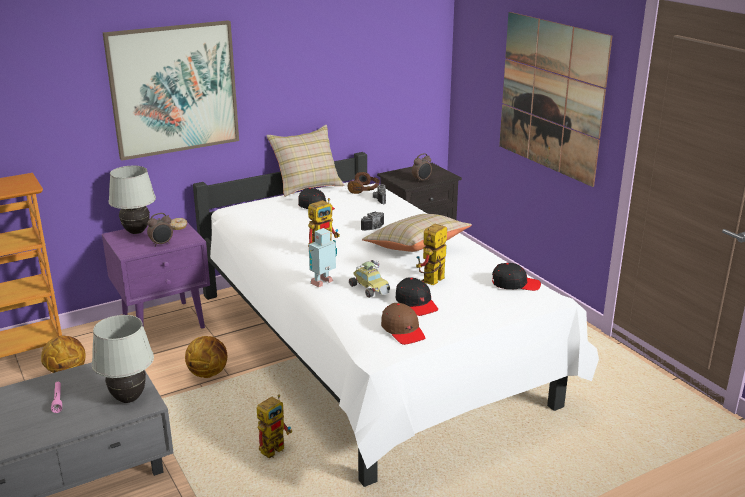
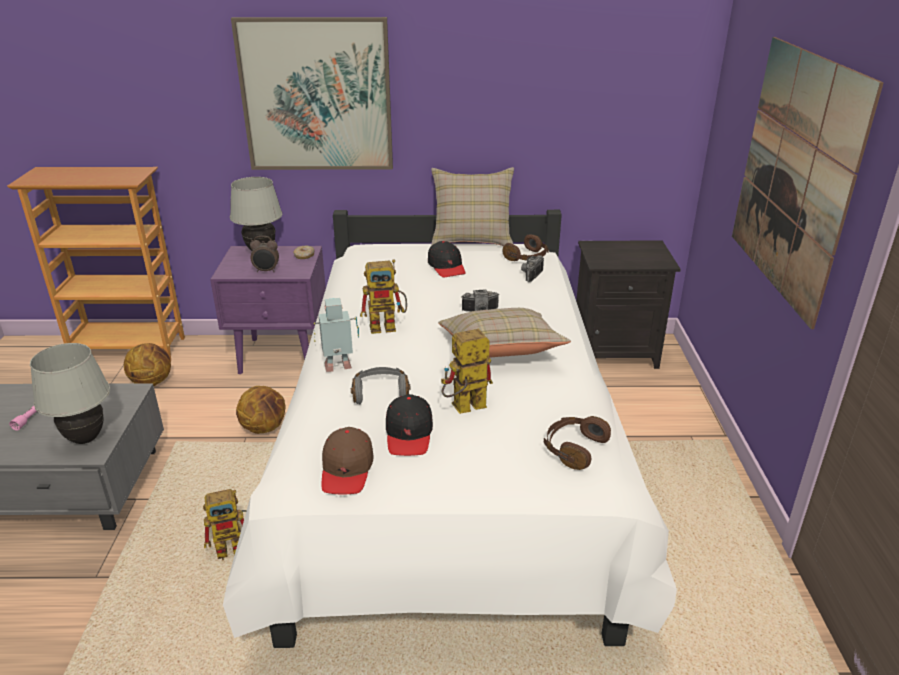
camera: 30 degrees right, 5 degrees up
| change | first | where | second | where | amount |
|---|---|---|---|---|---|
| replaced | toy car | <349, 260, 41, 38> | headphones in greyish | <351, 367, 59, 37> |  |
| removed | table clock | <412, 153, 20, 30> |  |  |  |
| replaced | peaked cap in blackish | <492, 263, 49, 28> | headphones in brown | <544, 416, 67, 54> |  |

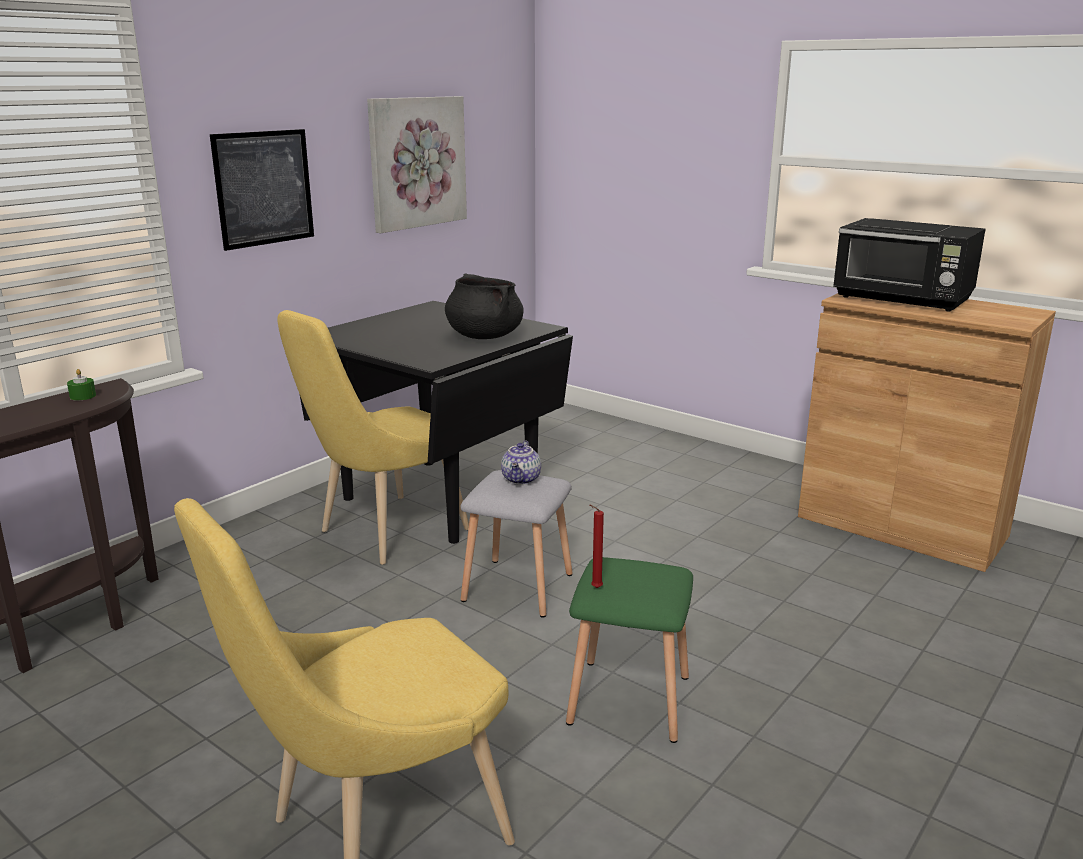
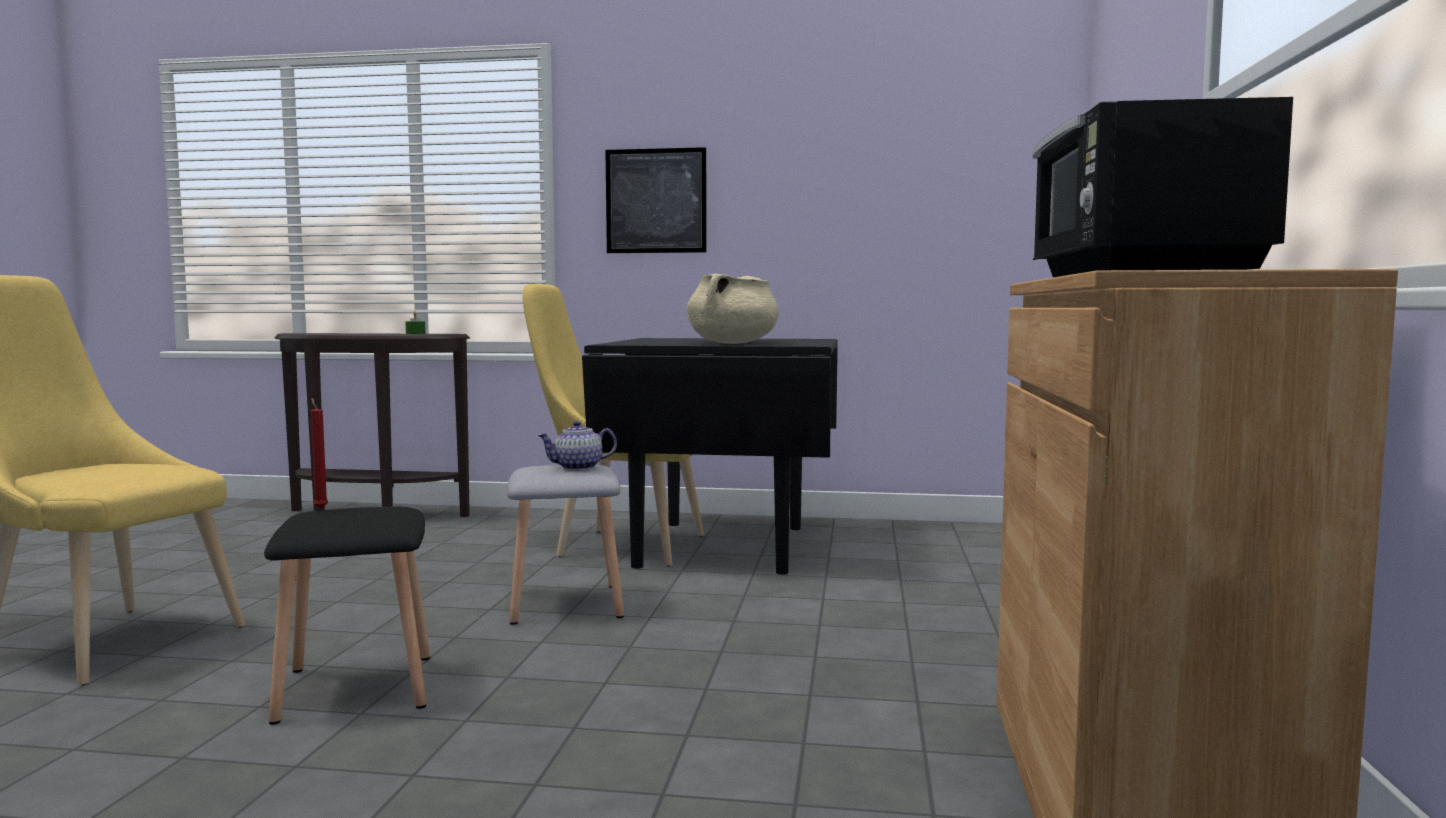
camera: 60 degrees right, 15 degrees down
| change | first | where | second | where | amount |
|---|---|---|---|---|---|
| removed | wall picture | <367, 96, 100, 137> |  |  |  |
| recoloured | cooking pot in blackish | <445, 273, 79, 66> | cooking pot in beige | <687, 274, 92, 70> |  |
| recoloured | sitting stool in green-coloured | <566, 557, 127, 186> | sitting stool in blackish | <264, 507, 166, 218> |  |

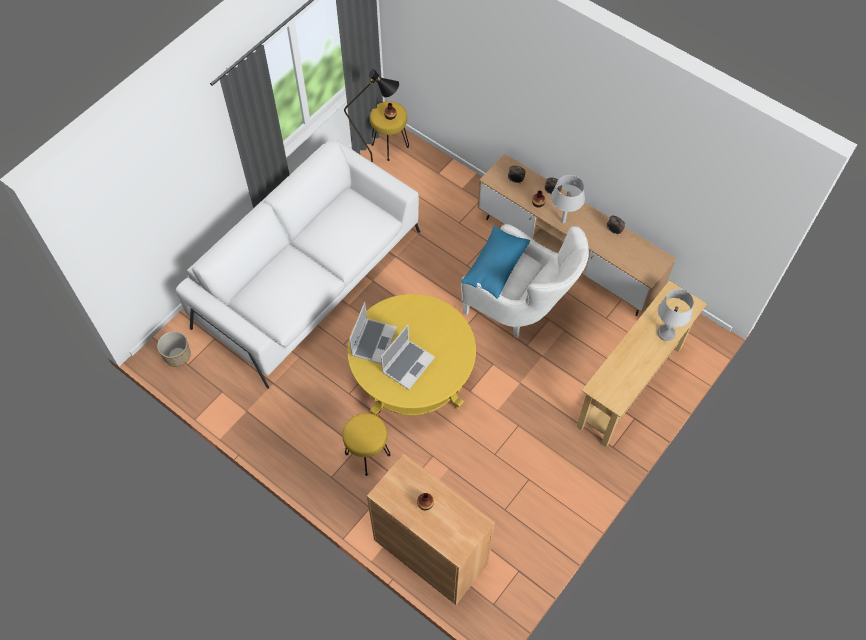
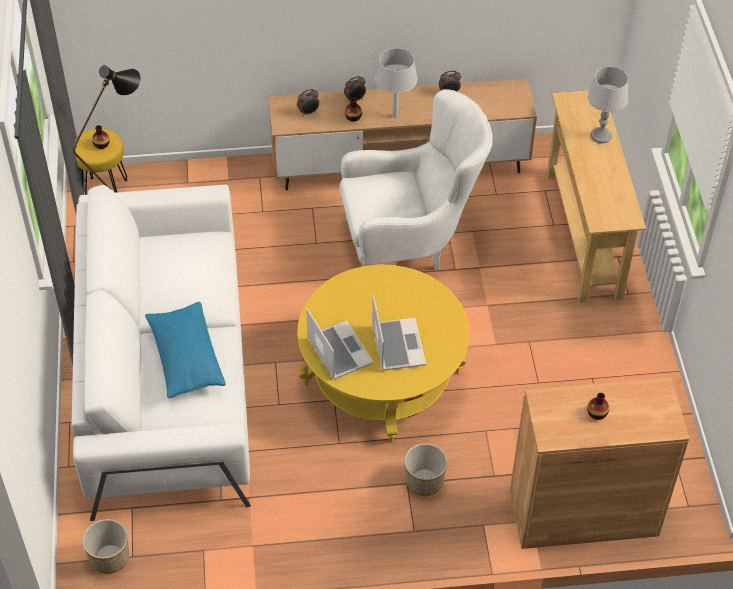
camera: 45 degrees left, 10 degrees down
| change | first | where | second | where | amount |
|---|---|---|---|---|---|
| replaced | sitting stool in yellowish | <342, 413, 48, 63> | plant pot | <404, 443, 44, 53> |  |
| moved | pillow in blue | <461, 225, 69, 74> |  | <145, 302, 81, 96> |  |

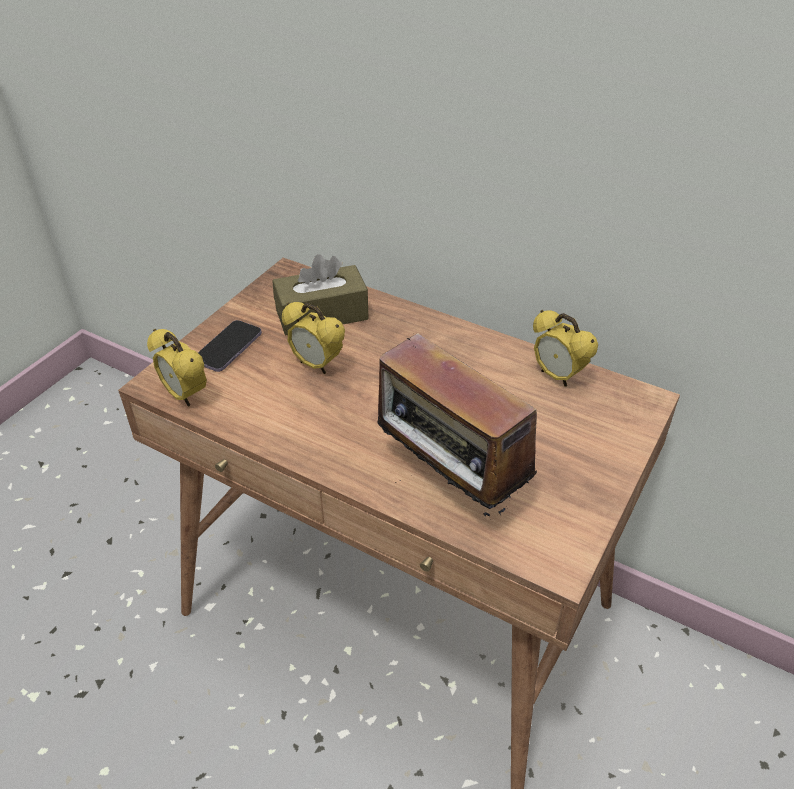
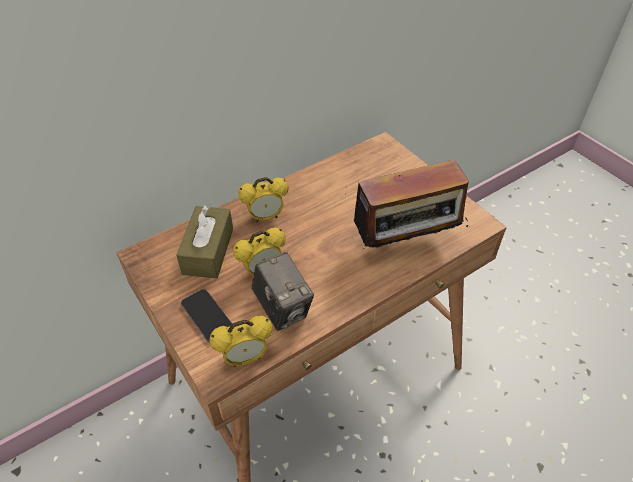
camera: 65 degrees left, 5 degrees up
| change | first | where | second | where | amount |
|---|---|---|---|---|---|
| moved | table clock | <533, 310, 65, 77> |  | <238, 177, 51, 45> |  |
| added |  |  | still camera | <252, 252, 62, 79> |  |

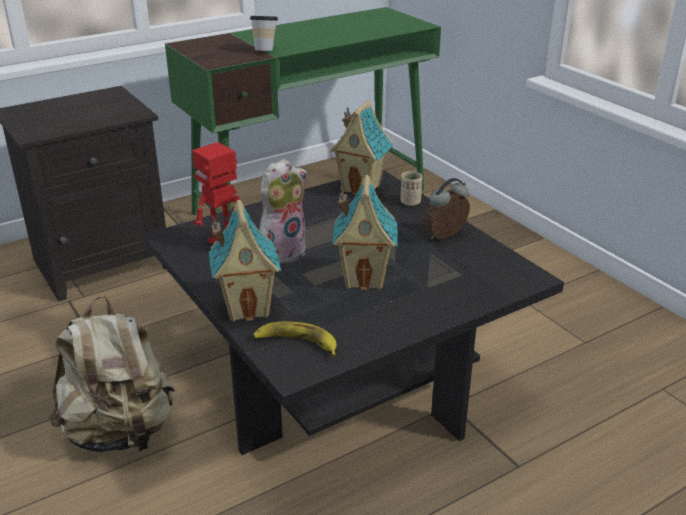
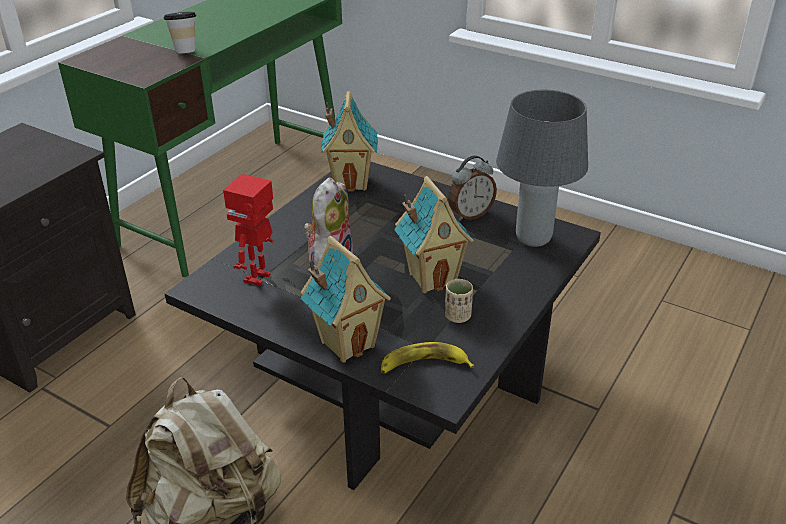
camera: 25 degrees left, 5 degrees up
| change | first | where | second | where | amount |
|---|---|---|---|---|---|
| moved | small cup in beige | <400, 171, 22, 35> |  | <445, 279, 28, 44> |  |
| turned | table clock | <423, 178, 47, 62> |  | <448, 156, 49, 65> | 150 degrees counterclockwise |
| added |  |  | lamp for a table in greyish | <496, 90, 92, 157> |  |

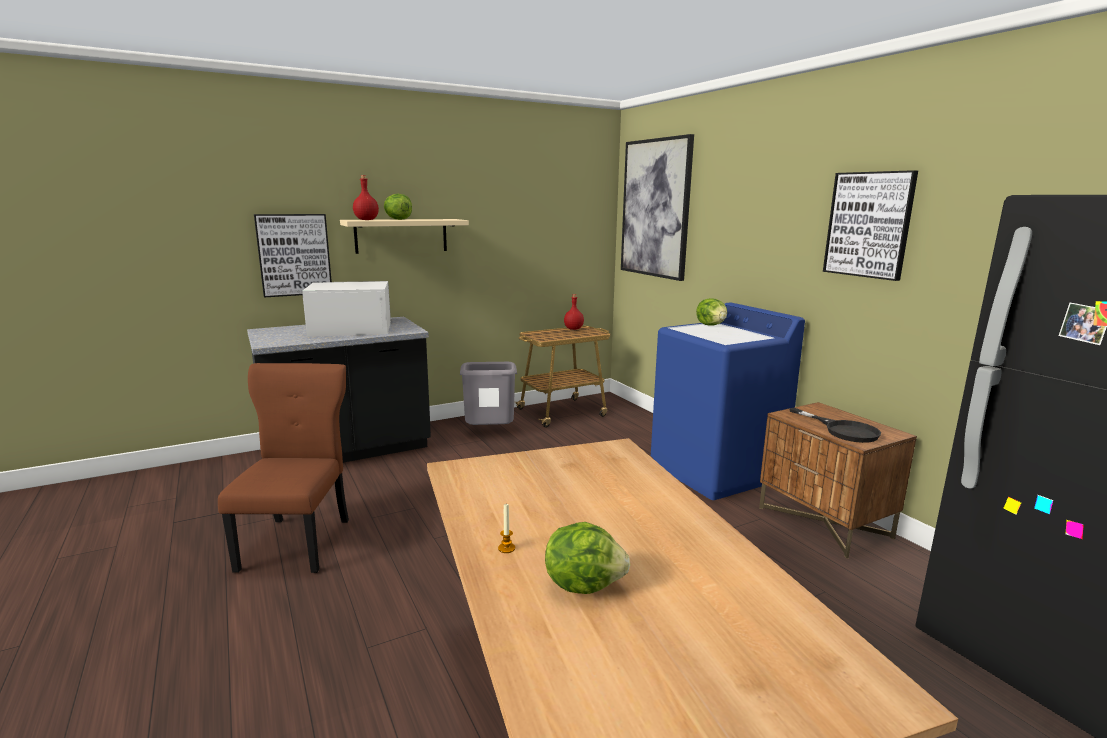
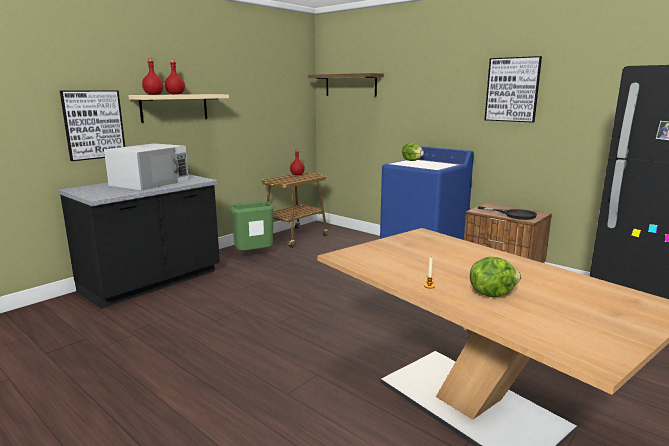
camera: 20 degrees left, 0 degrees up
| change | first | where | second | where | amount |
|---|---|---|---|---|---|
| removed | upright chair in brown | <218, 363, 131, 210> |  |  |  |
| turned | kitchen microwave in white-coloured | <302, 281, 89, 56> |  | <104, 143, 85, 47> | 150 degrees clockwise |
| replaced | lettuce | <384, 194, 28, 26> | bottle in reddish | <165, 60, 20, 35> |  |
| recoloured | waste bin in greyish | <460, 362, 57, 63> | waste bin in green-coloured | <229, 201, 46, 50> |  |
| replaced | wall picture | <621, 134, 73, 147> | wall shelf | <308, 73, 76, 24> |  |

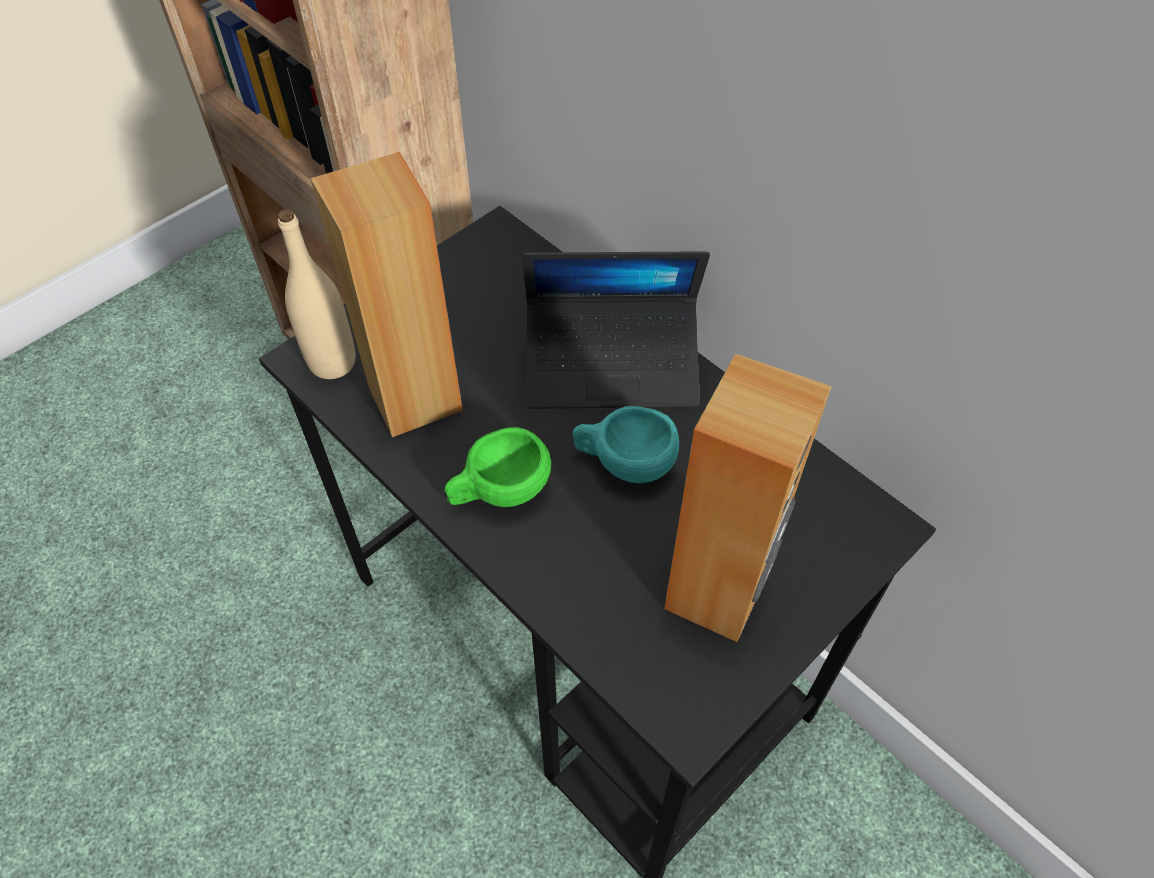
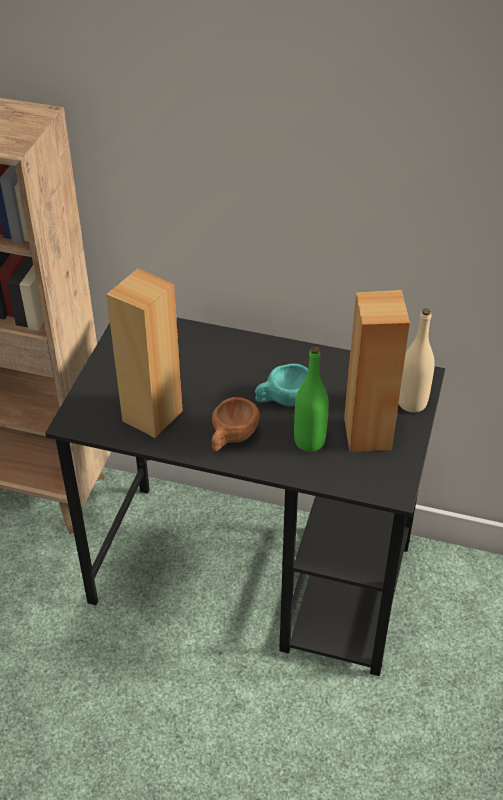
camera: 30 degrees left, 10 degrees down
| change | first | where | second | where | amount |
|---|---|---|---|---|---|
| moved | bottle in beige | <278, 209, 78, 170> |  | <399, 308, 36, 105> |  |
| recoloured | small cup in green-coloured | <444, 427, 107, 80> | small cup in brown | <212, 397, 48, 54> |  |
| removed | portable computer | <522, 251, 188, 158> |  |  |  |
| added |  |  | bottle in green-coloured | <294, 346, 35, 106> |  |

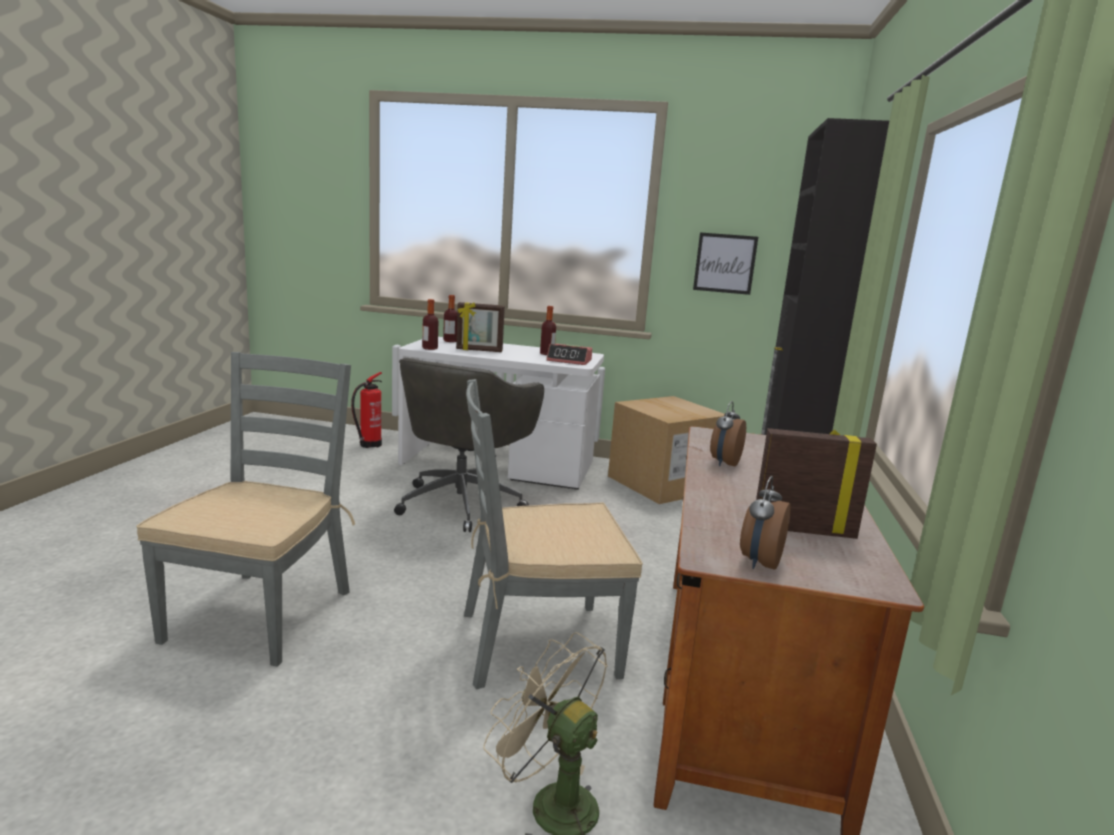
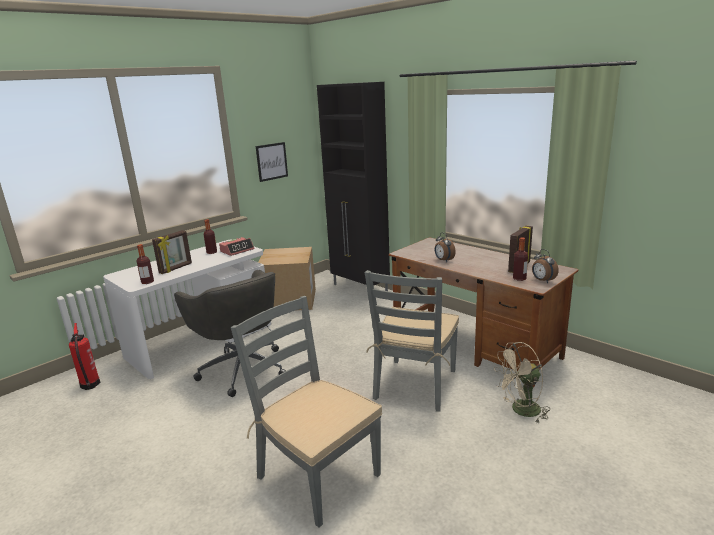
camera: 55 degrees left, 5 degrees up
| change | first | where | second | where | amount |
|---|---|---|---|---|---|
| moved | bottle | <443, 295, 14, 47> |  | <513, 237, 15, 44> |  |

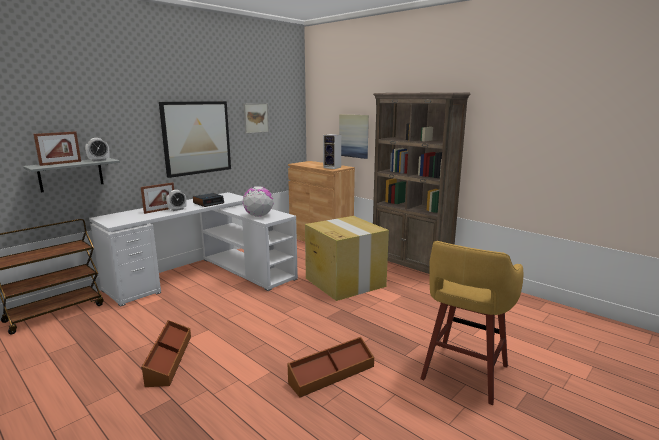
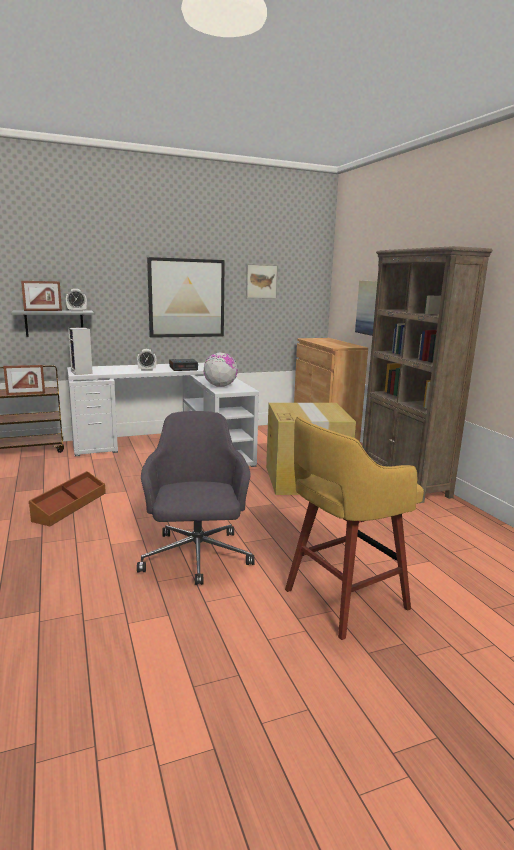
camera: 25 degrees right, 0 degrees up
| change | first | where | second | where | amount |
|---|---|---|---|---|---|
| moved | photo frame | <141, 183, 33, 31> |  | <3, 365, 42, 30> |  |
| replaced | storage container in brown | <287, 337, 87, 60> | desk chair in greyish | <137, 411, 118, 174> |  |
| moved | speaker | <323, 134, 18, 35> |  | <68, 327, 25, 48> |  |

